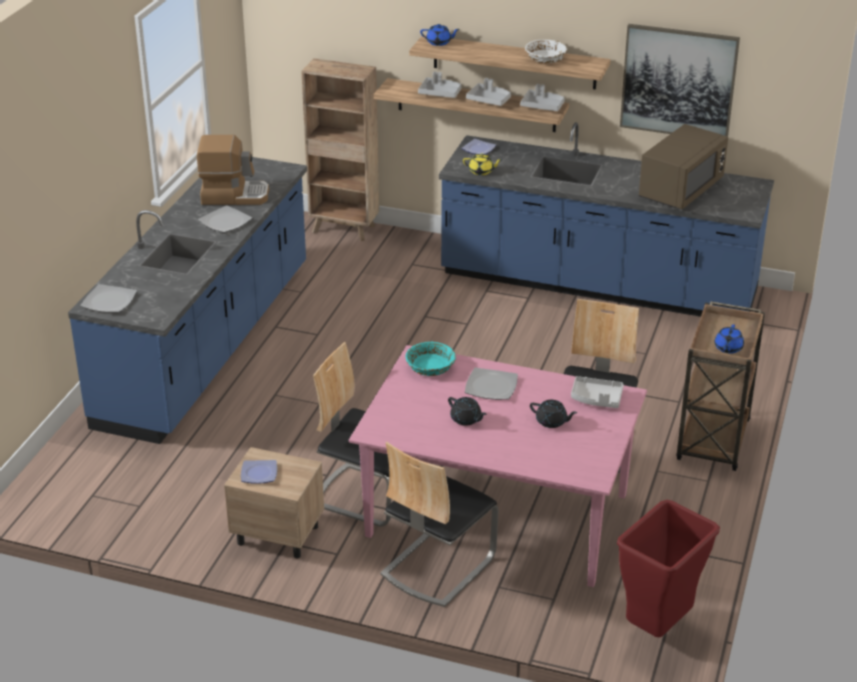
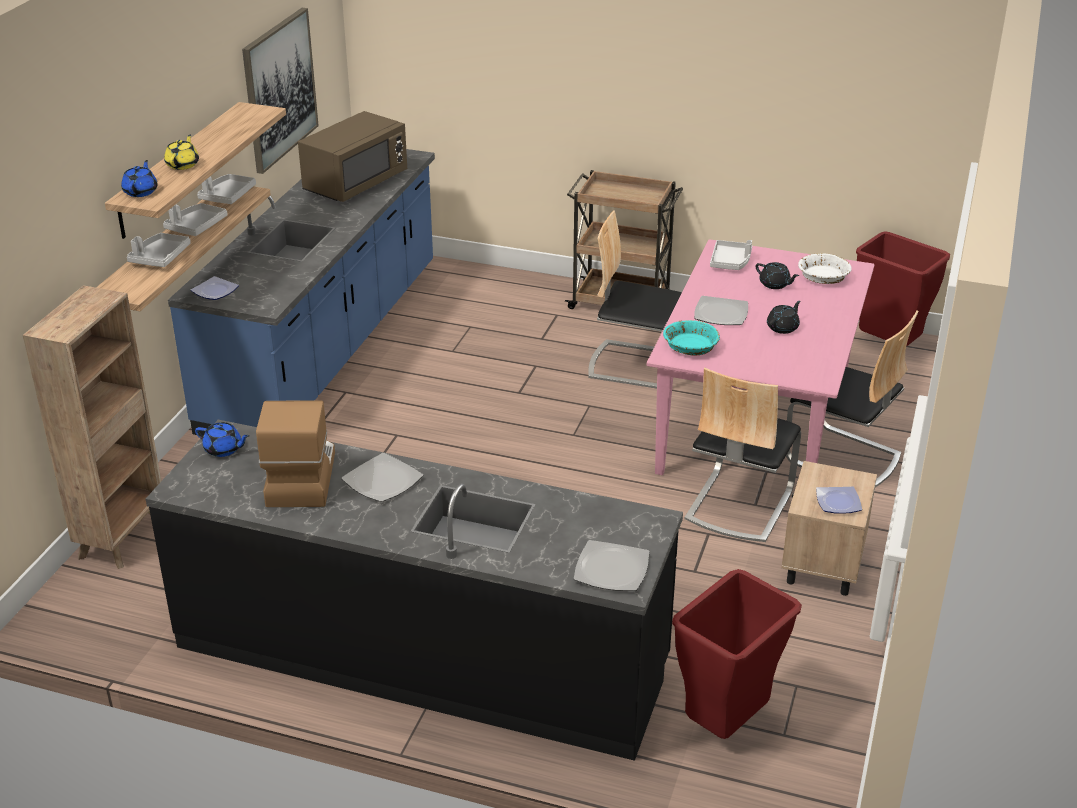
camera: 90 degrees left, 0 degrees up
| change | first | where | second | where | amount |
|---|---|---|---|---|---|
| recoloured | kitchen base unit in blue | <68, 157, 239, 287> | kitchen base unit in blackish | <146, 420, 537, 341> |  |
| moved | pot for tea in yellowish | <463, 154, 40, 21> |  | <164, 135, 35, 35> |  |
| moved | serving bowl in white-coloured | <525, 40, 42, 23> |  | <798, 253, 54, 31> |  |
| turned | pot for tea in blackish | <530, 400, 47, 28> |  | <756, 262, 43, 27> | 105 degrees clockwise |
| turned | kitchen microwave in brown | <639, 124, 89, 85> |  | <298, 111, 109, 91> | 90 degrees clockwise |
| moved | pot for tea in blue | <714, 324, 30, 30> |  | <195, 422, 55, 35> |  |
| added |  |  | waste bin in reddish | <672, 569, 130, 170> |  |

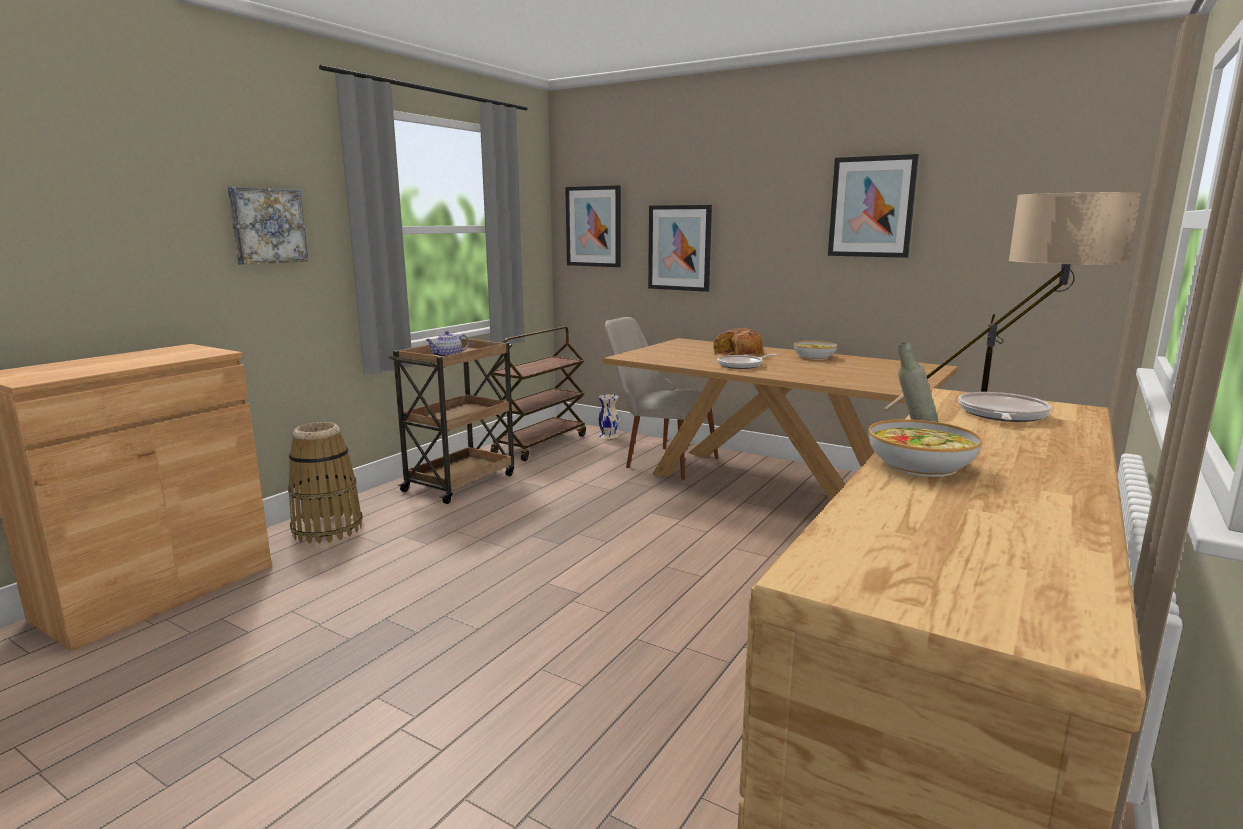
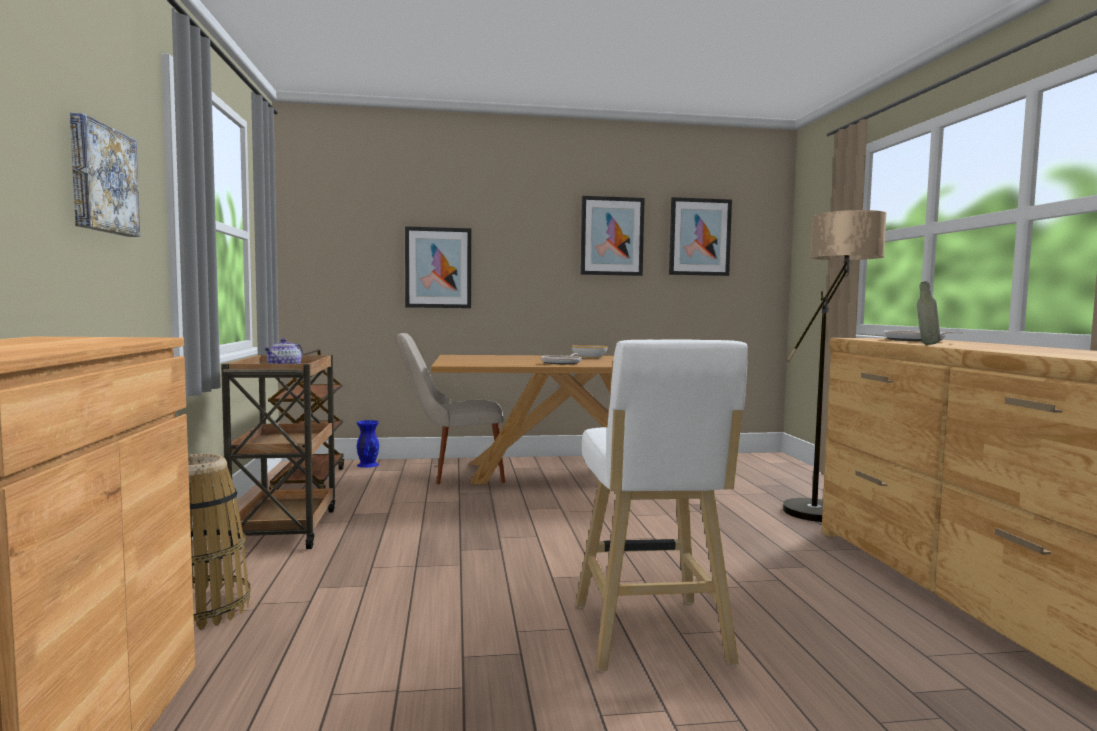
camera: 40 degrees left, 10 degrees down
| change | first | where | second | where | amount |
|---|---|---|---|---|---|
| moved | wall picture | <565, 185, 56, 82> |  | <669, 197, 63, 79> |  |
| recoloured | vase in beige | <598, 394, 21, 45> | vase in blue | <357, 420, 22, 48> |  |
| removed | bread | <713, 328, 51, 28> |  |  |  |
| removed | serving bowl | <868, 419, 114, 58> |  |  |  |
| added |  |  | sitting stool in white-coloured | <576, 339, 172, 333> |  |

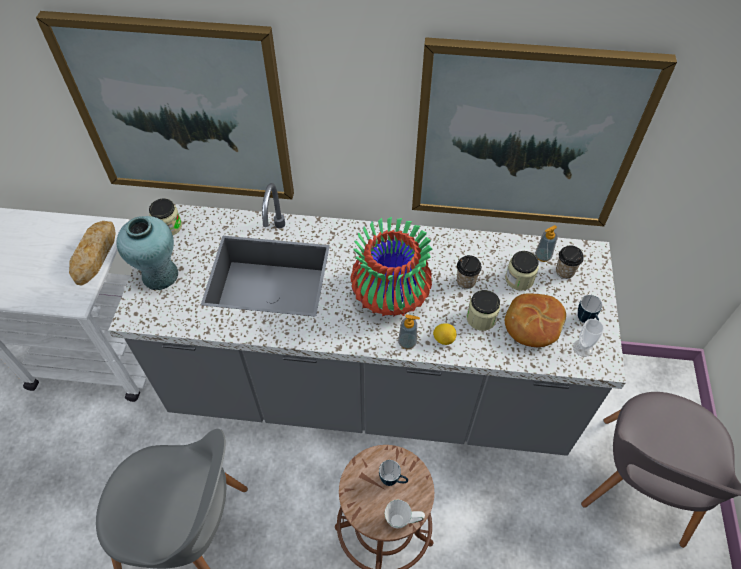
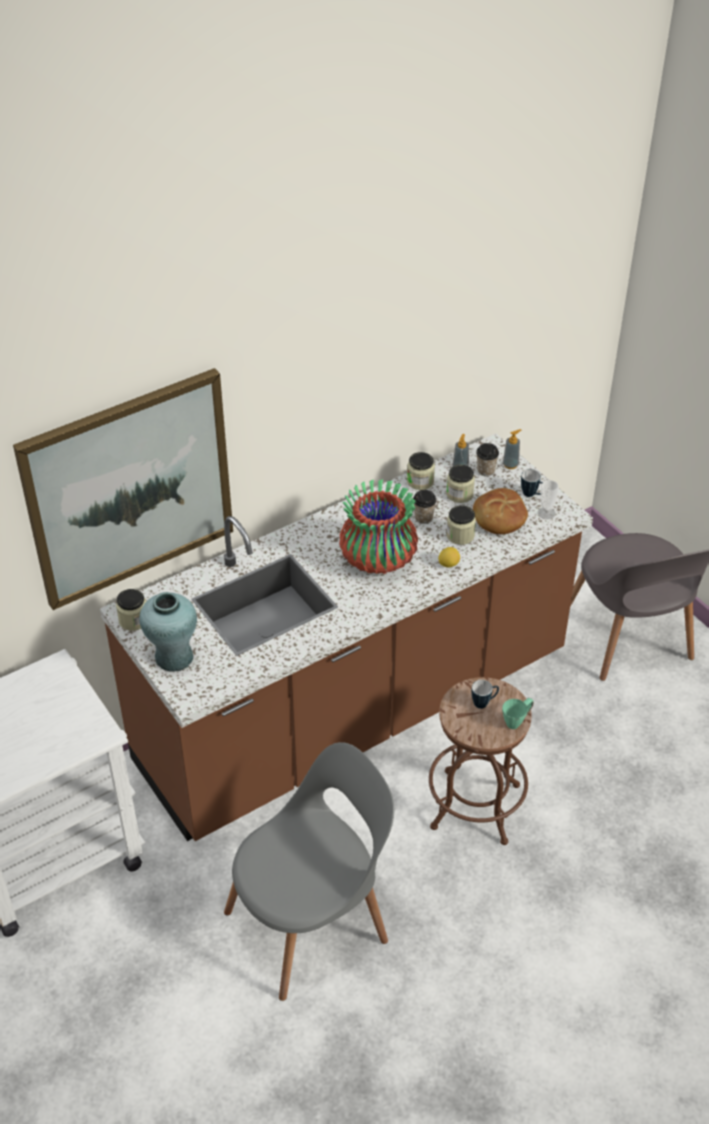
camera: 40 degrees left, 10 degrees down
| change | first | where | second | where | amount |
|---|---|---|---|---|---|
| removed | bread | <69, 221, 47, 65> |  |  |  |
| recoloured | kitchen base unit in greyish | <108, 183, 518, 273> | kitchen base unit in brown | <100, 434, 493, 407> |  |
| recoloured | tea mug in white-coloured | <385, 500, 40, 29> | tea mug in green-coloured | <502, 698, 32, 31> |  |
| moved | soap bottle | <398, 314, 22, 35> |  | <503, 429, 19, 40> |  |
| removed | wall picture | <412, 37, 265, 189> |  |  |  |
| added |  |  | storage jar | <407, 452, 28, 38> |  |

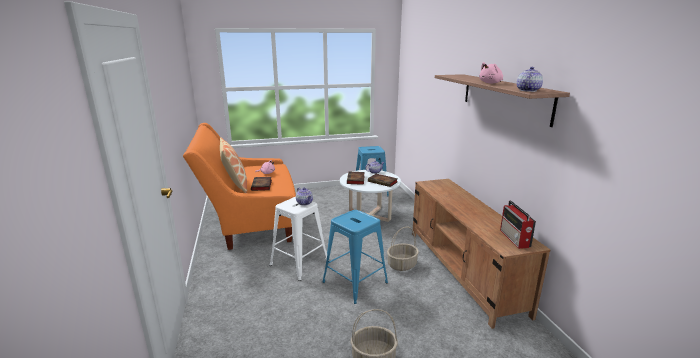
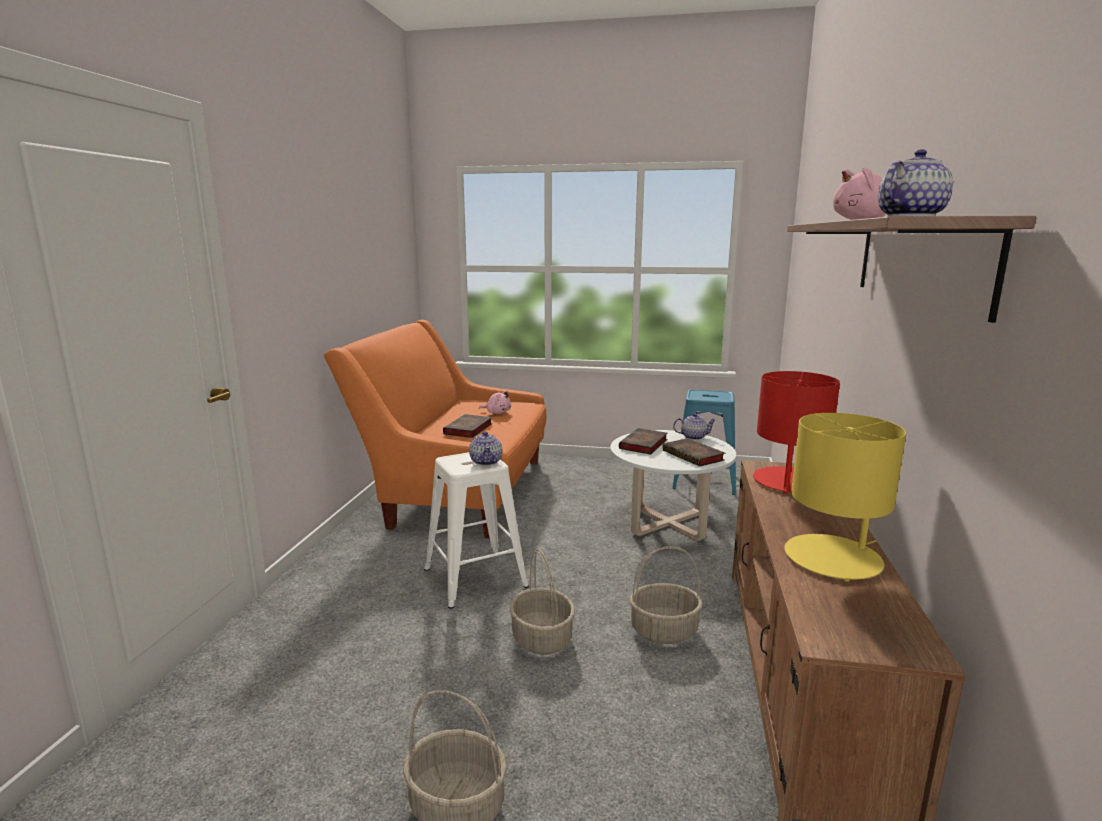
camera: 25 degrees right, 5 degrees down
| change | first | where | second | where | amount |
|---|---|---|---|---|---|
| removed | pillow | <220, 137, 27, 56> |  |  |  |
| replaced | sitting stool in blue | <322, 210, 66, 94> | storage basket | <509, 549, 66, 106> |  |
| removed | radio | <500, 201, 36, 48> |  |  |  |
| added |  |  | lamp for a table in reddish | <753, 371, 87, 123> |  |
| added |  |  | lamp for a table in yellowish | <784, 413, 122, 169> |  |

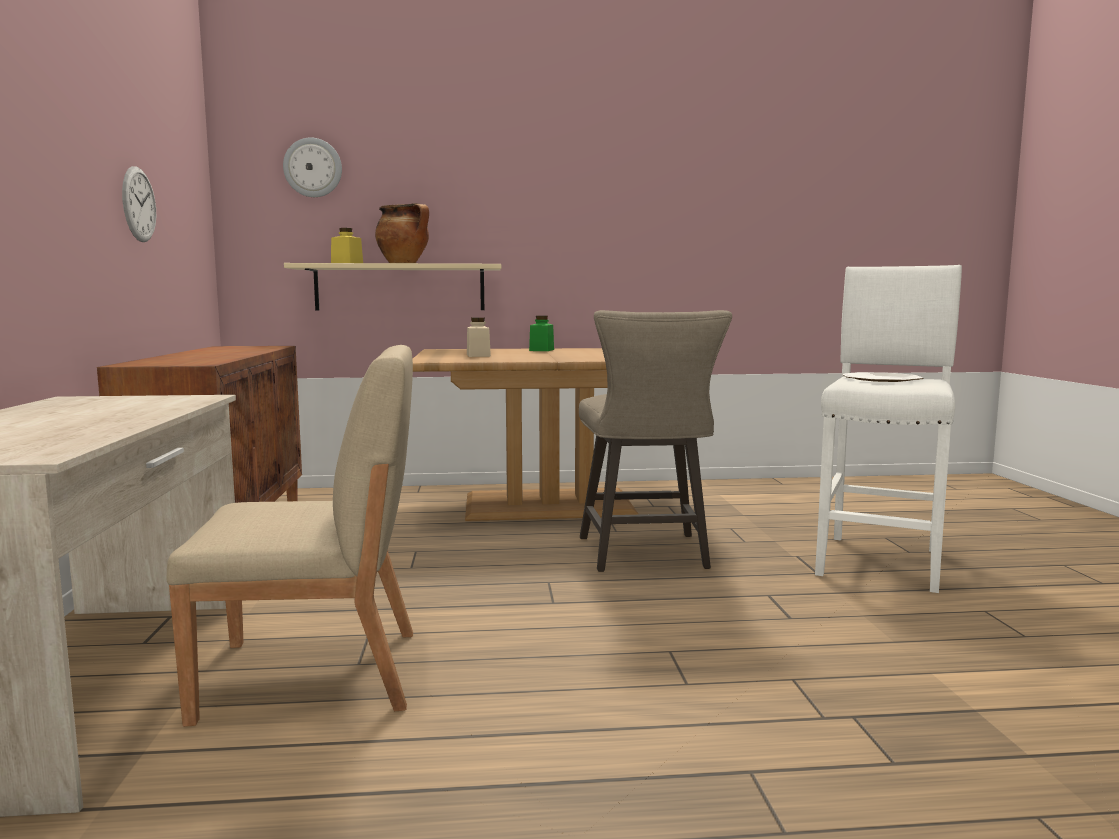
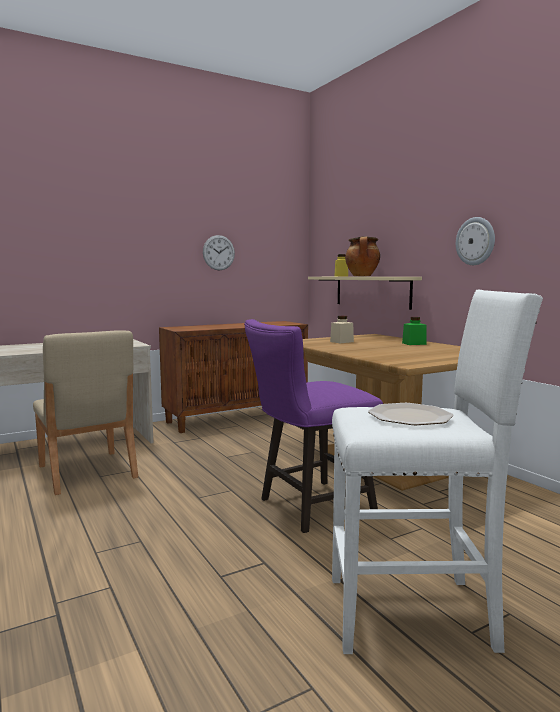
camera: 65 degrees right, 0 degrees up
| change | first | where | second | where | amount |
|---|---|---|---|---|---|
| moved | hanging clock | <283, 137, 59, 60> |  | <456, 217, 39, 48> |  |
| recoloured | sitting stool in beige | <579, 310, 153, 262> | sitting stool in purple | <244, 319, 139, 214> |  |

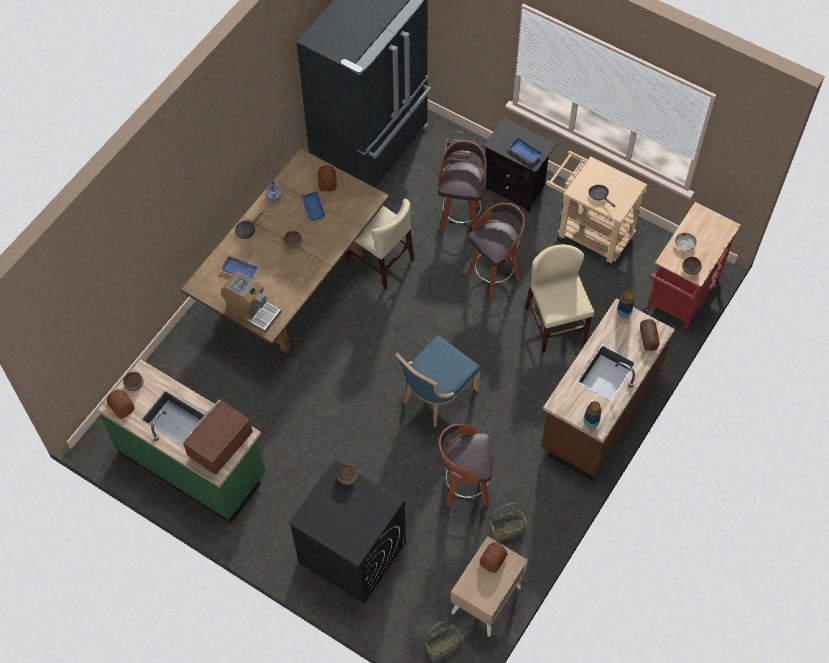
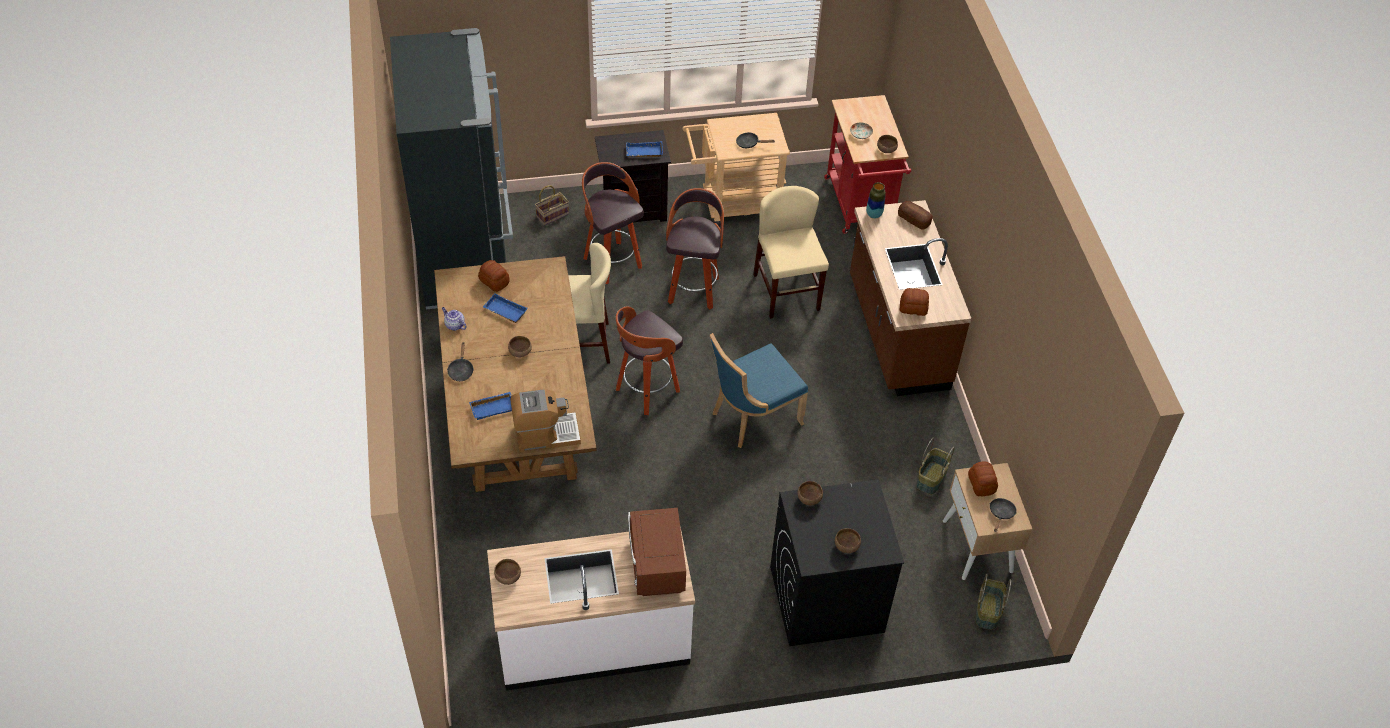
camera: 45 degrees left, 10 degrees down
| change | first | where | second | where | amount |
|---|---|---|---|---|---|
| recoloured | kitchen base unit in green-coloured | <98, 359, 168, 164> | kitchen base unit in white-coloured | <487, 527, 208, 164> |  |
| moved | bread | <107, 390, 28, 29> |  | <900, 288, 29, 28> |  |
| turned | upright chair in blue | <396, 335, 85, 92> |  | <710, 333, 98, 115> | 60 degrees clockwise |
| moved | sitting stool | <439, 424, 53, 83> |  | <616, 307, 67, 108> |  |
| turned | upright chair in beige | <525, 244, 69, 109> |  | <753, 186, 76, 133> | 45 degrees clockwise |
| removed | vase | <584, 401, 17, 27> |  |  |  |
| added |  |  | serving bowl in brown | <835, 528, 26, 25> |  |
| added |  |  | frying pan in blackish | <989, 498, 28, 34> |  |

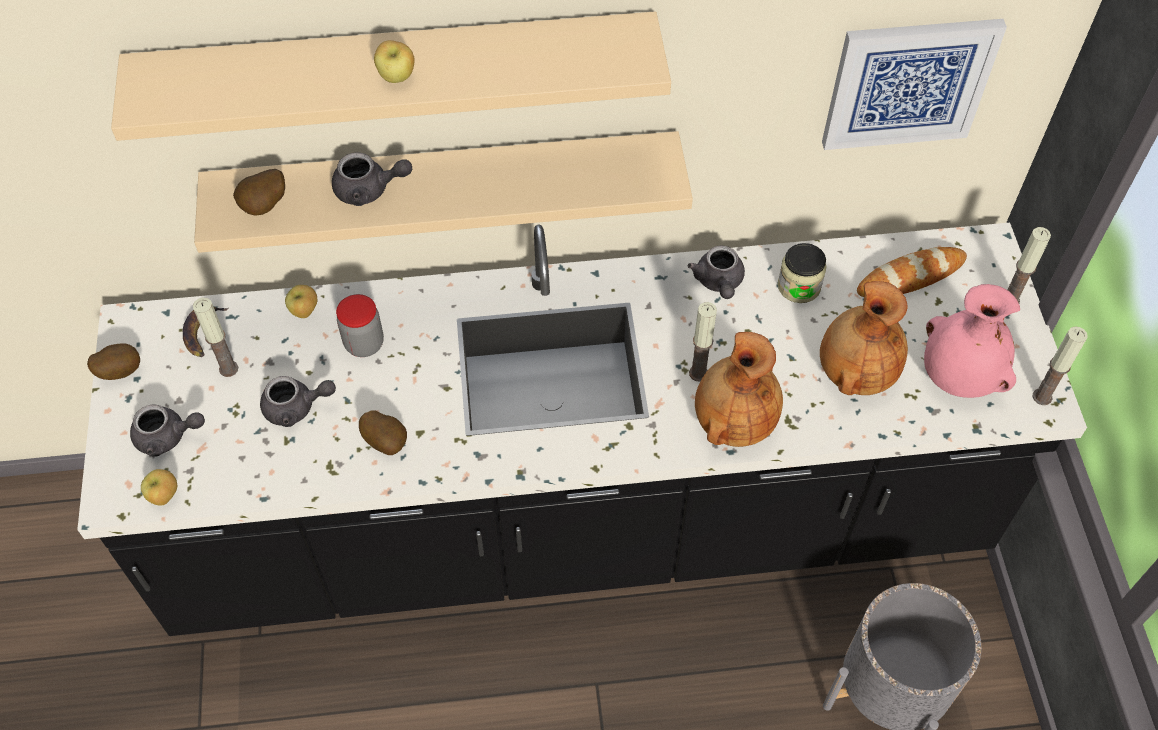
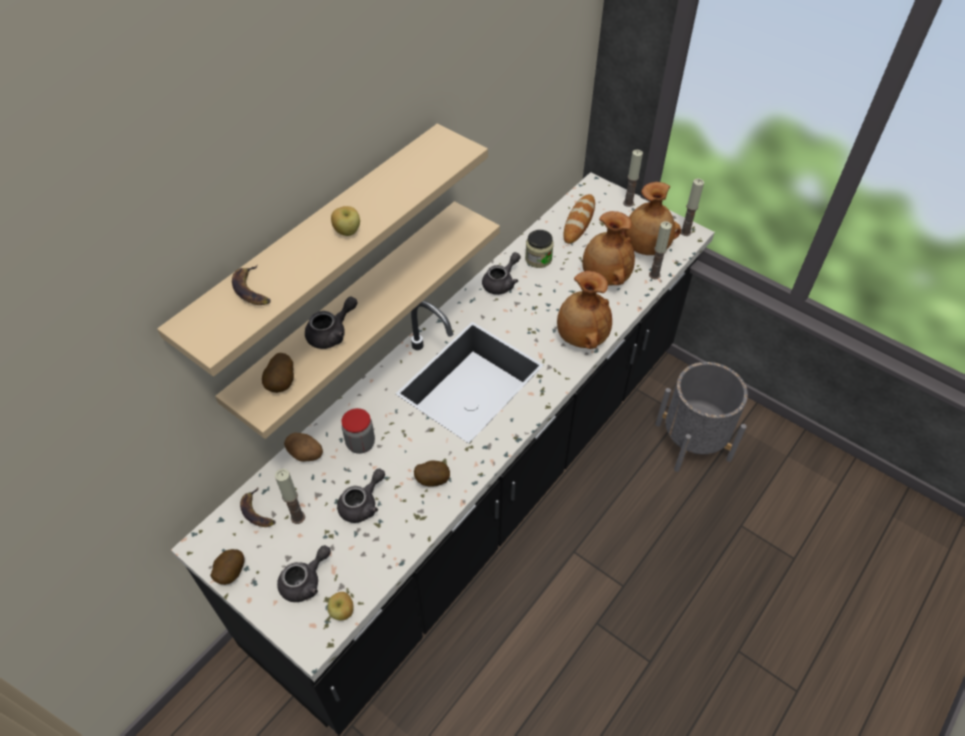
camera: 45 degrees left, 5 degrees down
| change | first | where | second | where | amount |
|---|---|---|---|---|---|
| replaced | apple | <285, 285, 32, 33> | whole potato | <284, 433, 39, 29> |  |
| turned | pot for tea in greyish | <688, 246, 57, 53> |  | <482, 252, 39, 43> | 90 degrees counterclockwise |
| moved | wax light | <689, 302, 28, 79> |  | <649, 222, 23, 57> |  |
| removed | wall picture | <822, 19, 185, 131> |  |  |  |
| recoloured | vase in pink-coloured | <924, 284, 96, 114> | vase in brown | <620, 182, 61, 73> |  |
| added |  |  | whole banana | <232, 265, 39, 40> |  |

